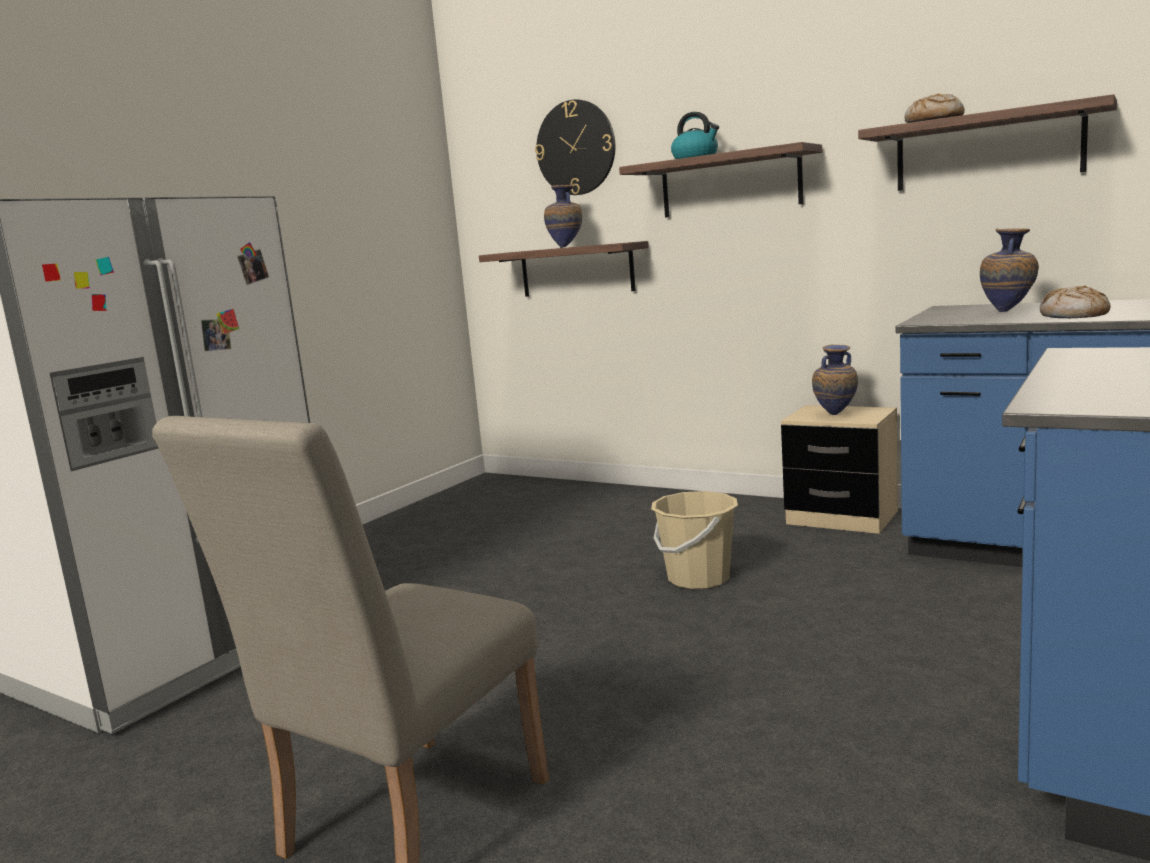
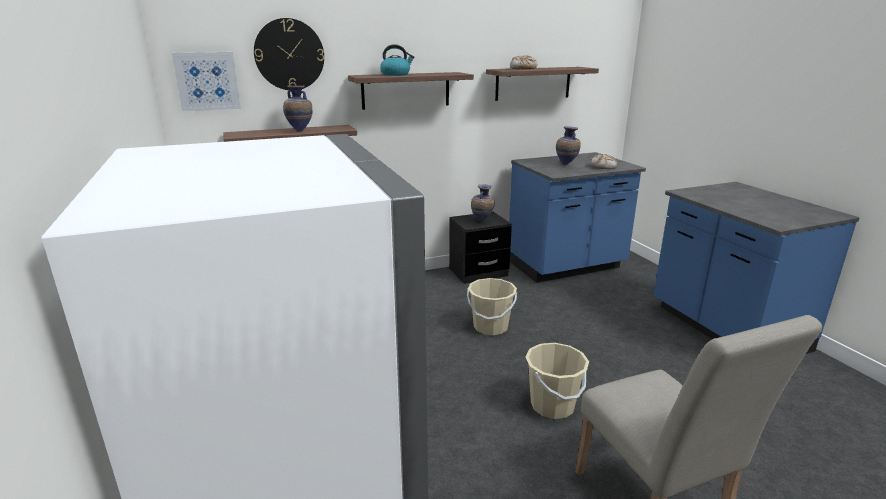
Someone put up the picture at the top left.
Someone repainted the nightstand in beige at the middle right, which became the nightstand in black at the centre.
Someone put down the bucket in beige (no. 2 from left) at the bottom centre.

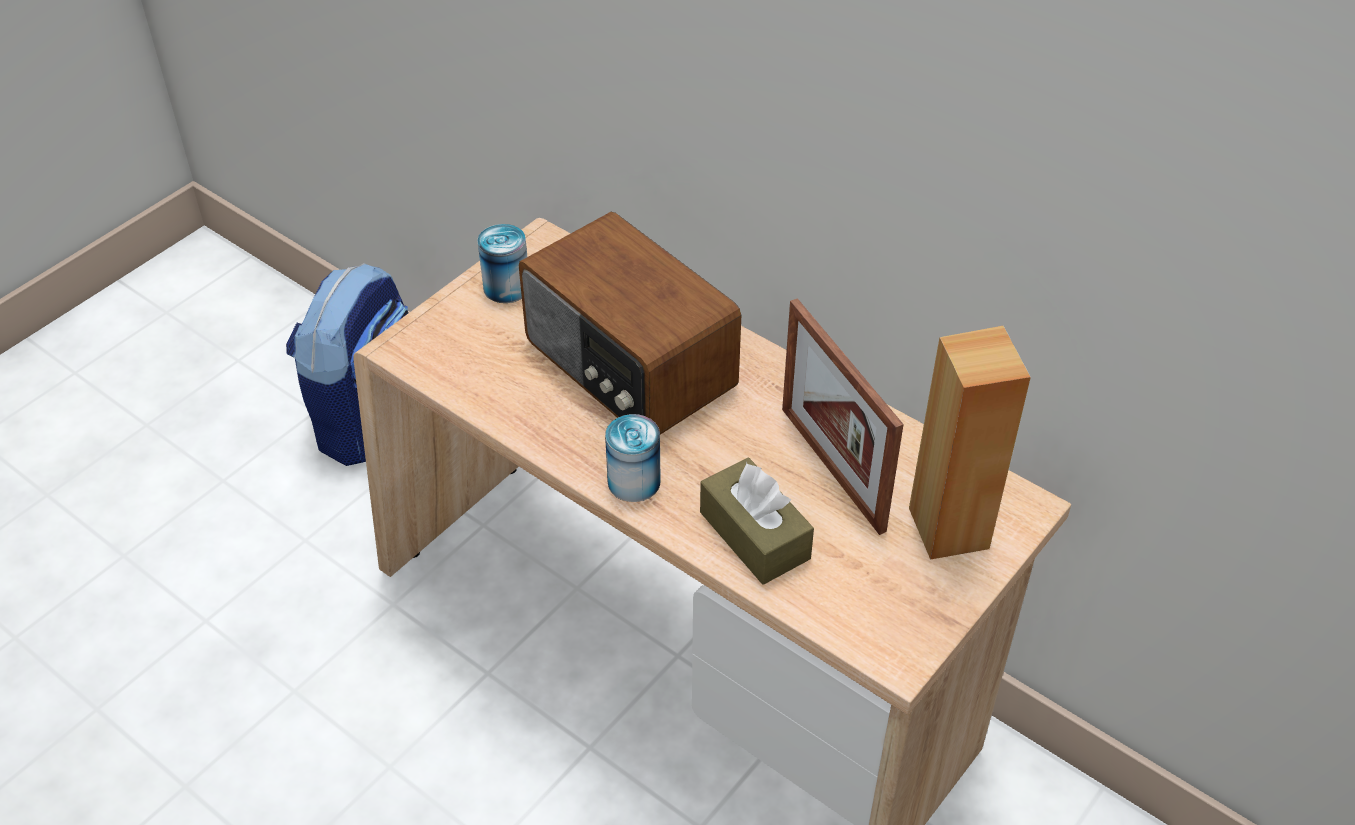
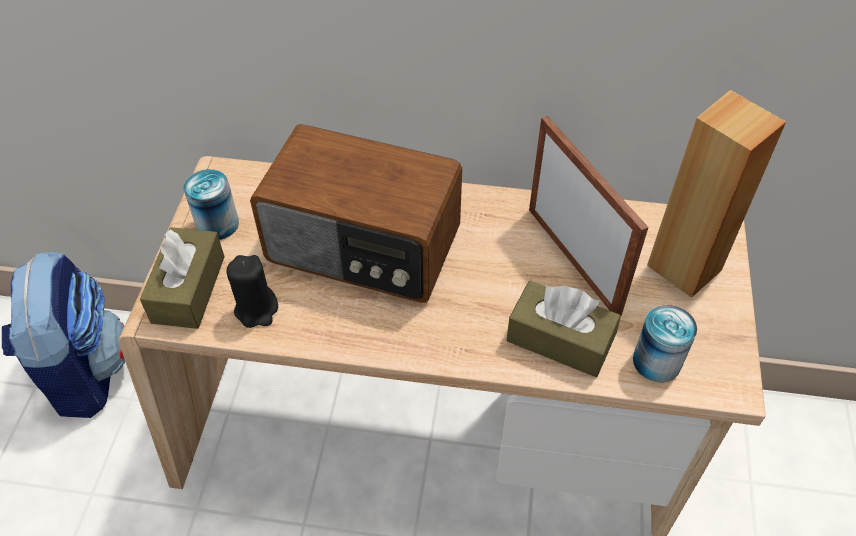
Someone put down the tissue box in brown (no. 1 from left) at the middle left.
Someone put down the candle in black at the middle left.
Someone rotated the picture frame at the centre by 150 degrees counterclockwise.
Someone carried the can (no. 2 from left) from the centre to the middle right.

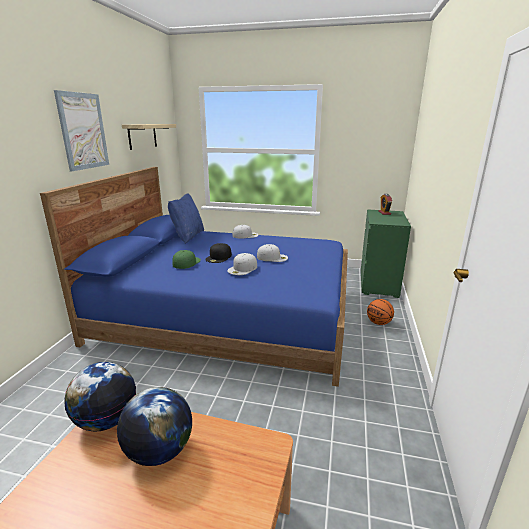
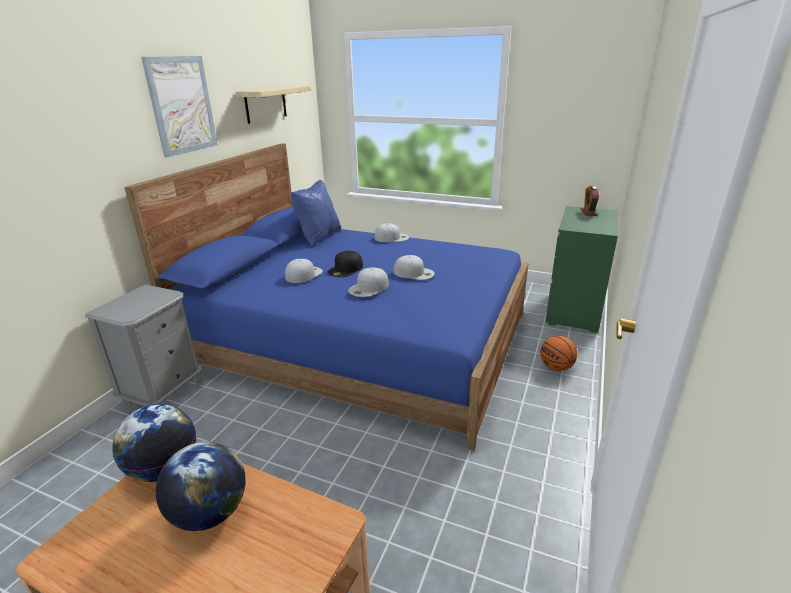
Someone put down the nightstand in grey at the middle left.
Someone repainted the cap in green at the centre, which became the cap in white (no. 1 from left) at the centre.

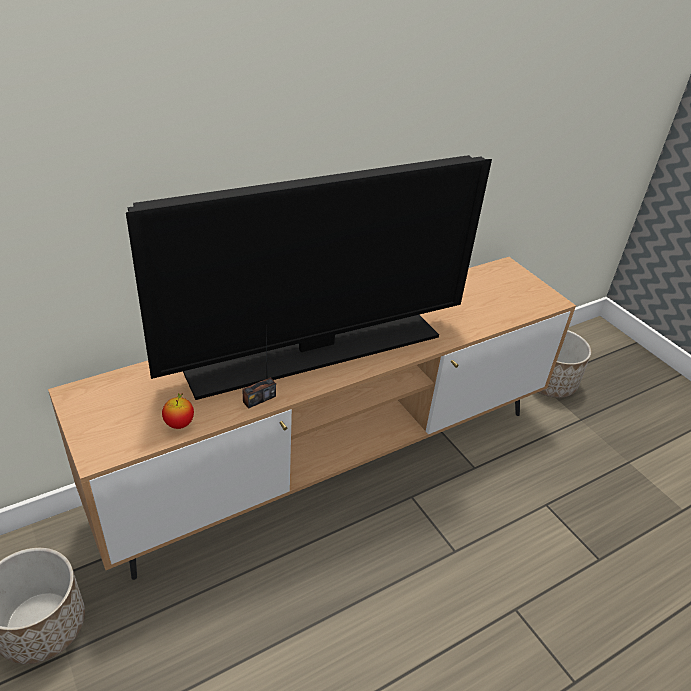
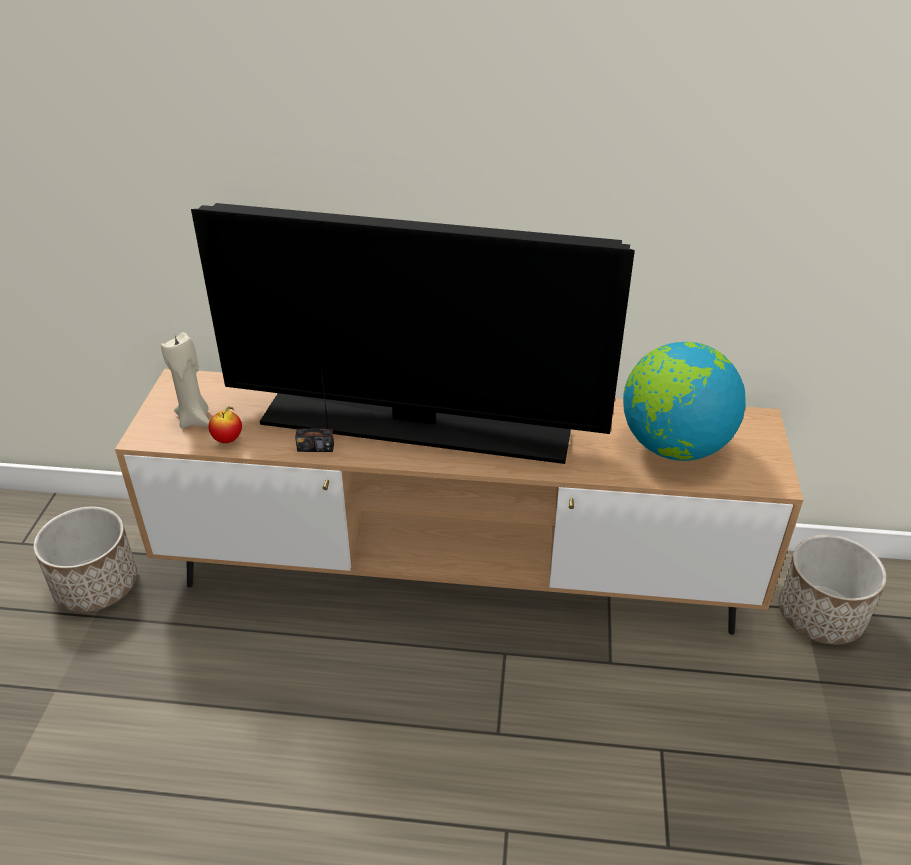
Someone put down the candle in beige at the middle left.
Someone put down the globe at the middle right.

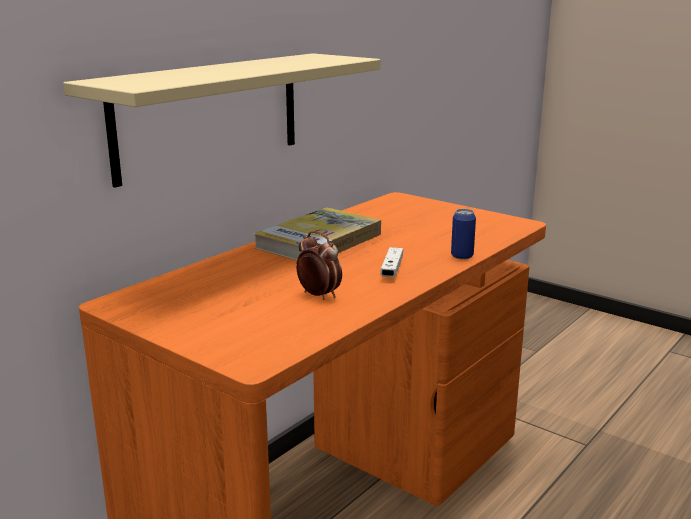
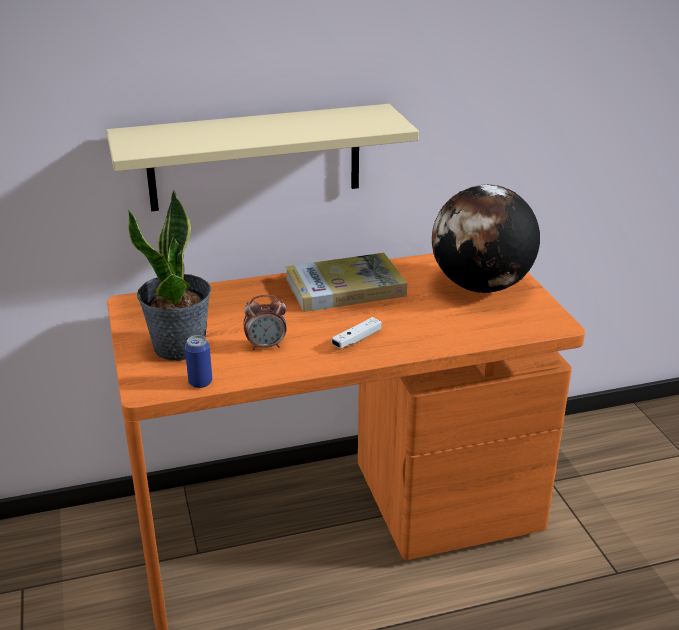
Someone put down the potted plant at the middle left.
Someone carried the can from the middle right to the middle left.
Someone rotated the alarm clock at the centre by 90 degrees clockwise.
Someone put down the globe at the middle right.

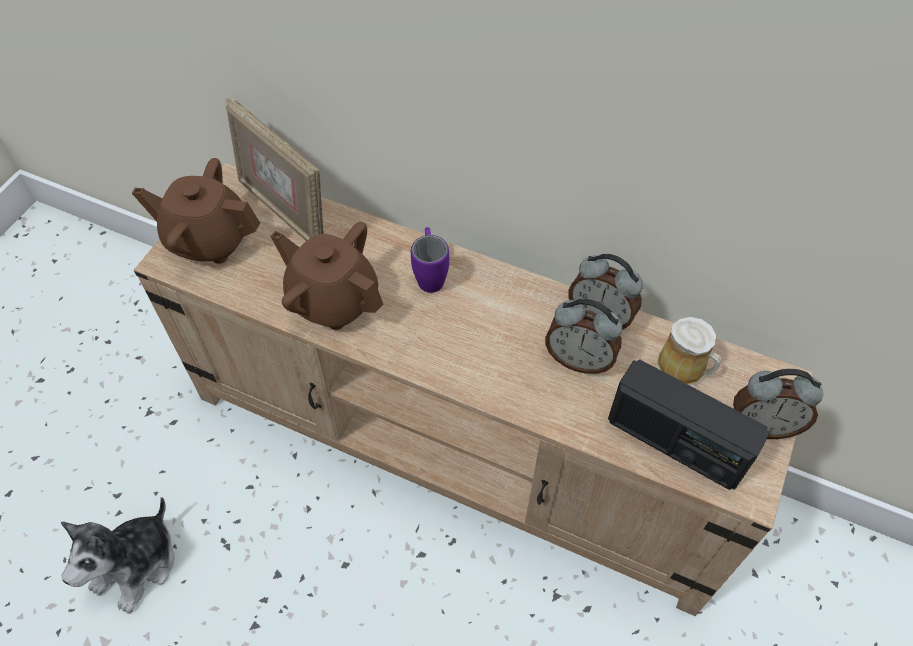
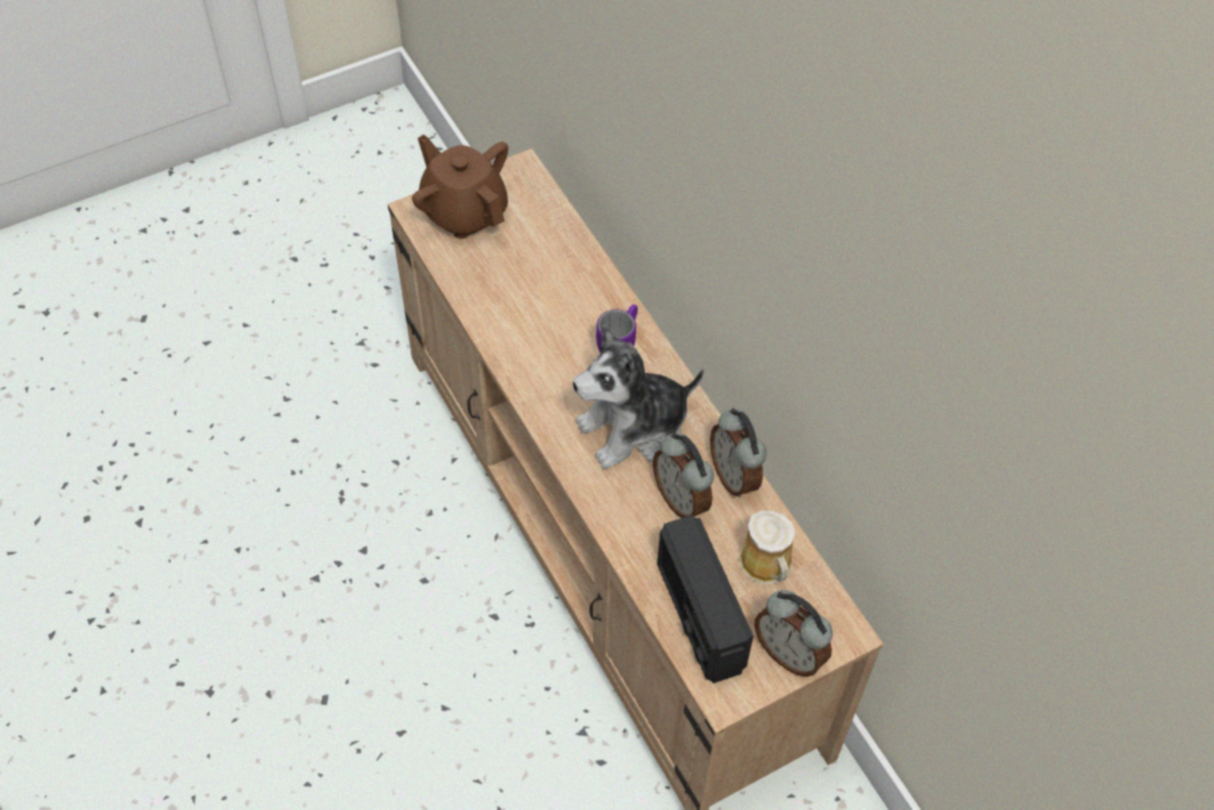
Someone carried the plush toy from the bottom left to the centre.
Someone took away the picture frame at the top left.
Someone took away the teapot in brown (no. 2 from left) at the centre.

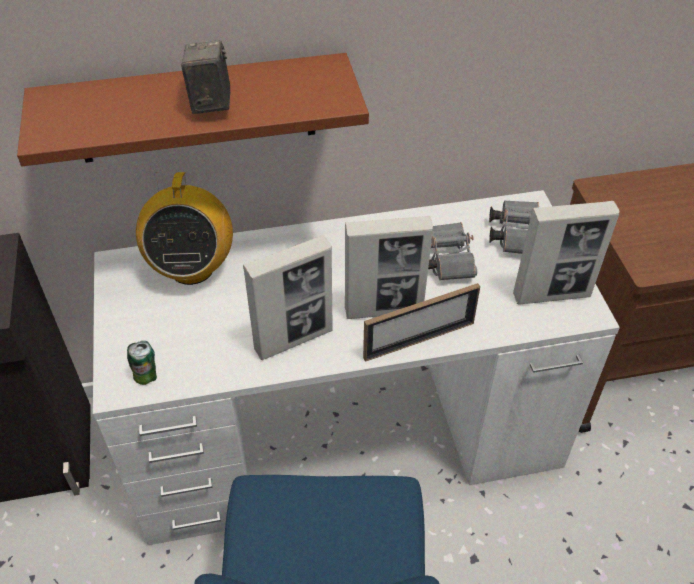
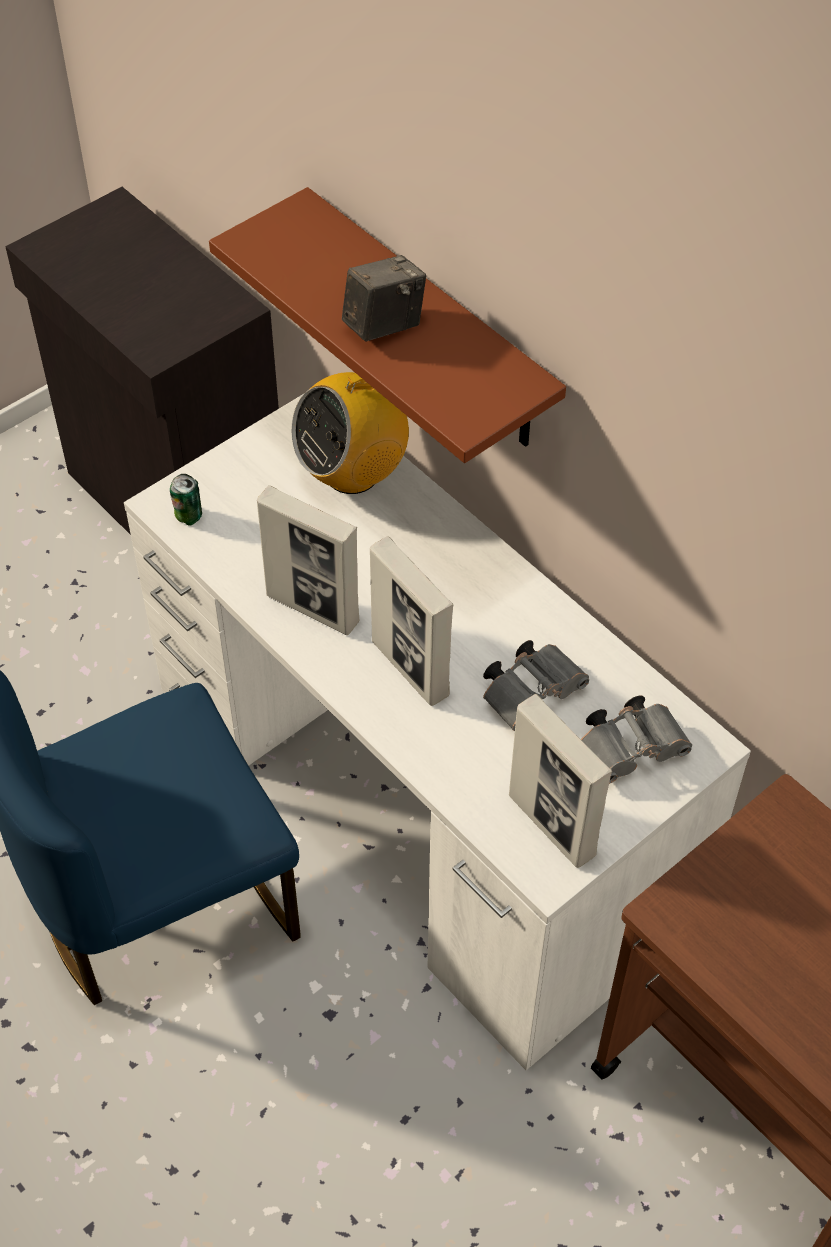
Someone took away the picture frame (no. 3 from left) at the centre.

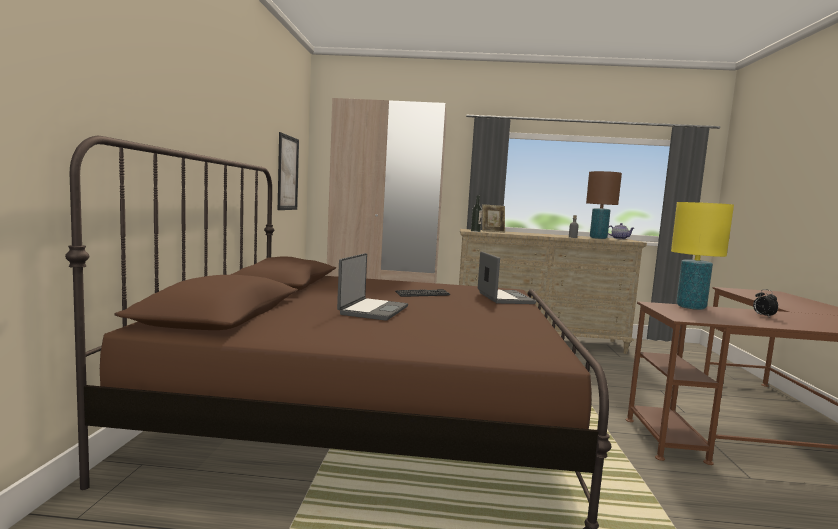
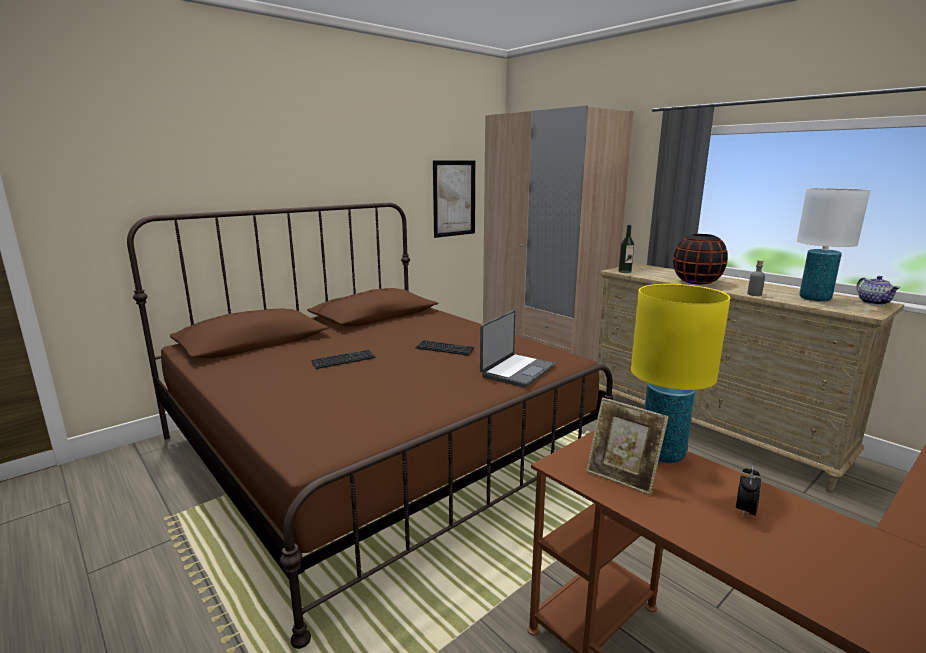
Someone swapped the laptop (no. 1 from left) at the centre for the keyboard (no. 1 from left) at the centre.
Someone carried the picture frame from the centre to the bottom right.
Someone put down the vase in black at the middle right.
Someone repainted the table lamp in brown at the middle right, which became the table lamp in white at the middle right.

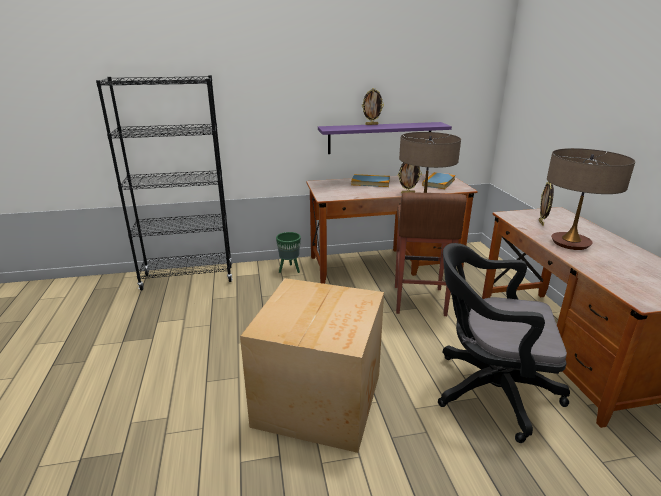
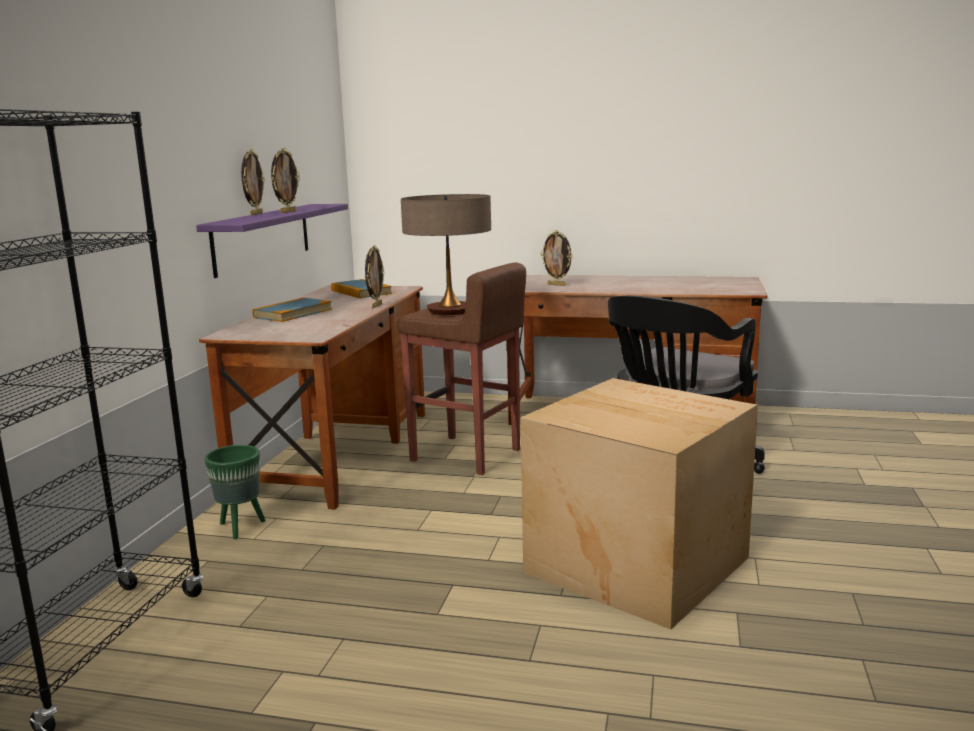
Someone put down the picture frame (no. 2 from left) at the top left.
Someone took away the table lamp (no. 2 from left) at the middle right.

